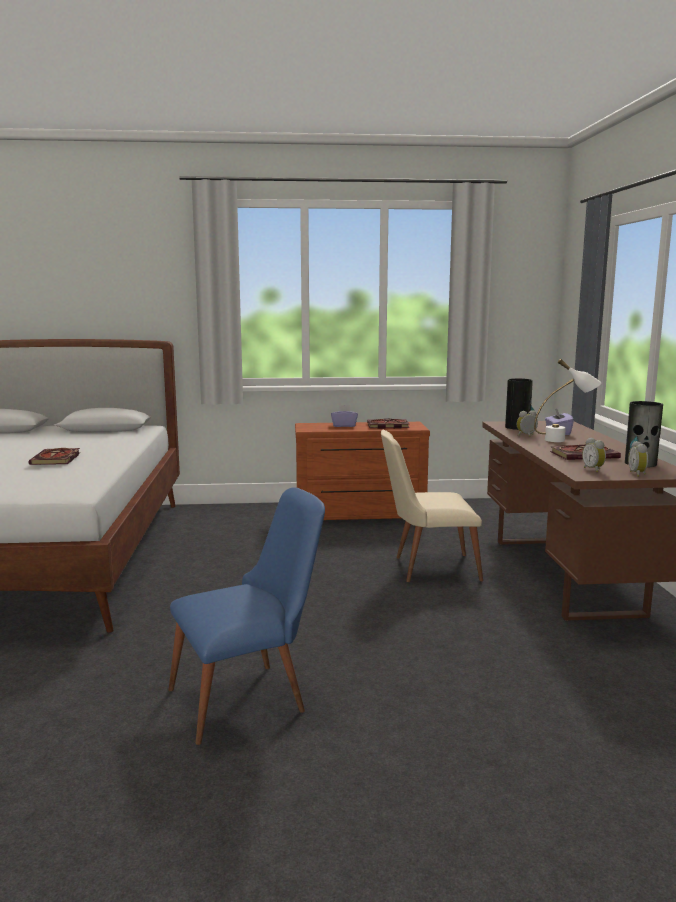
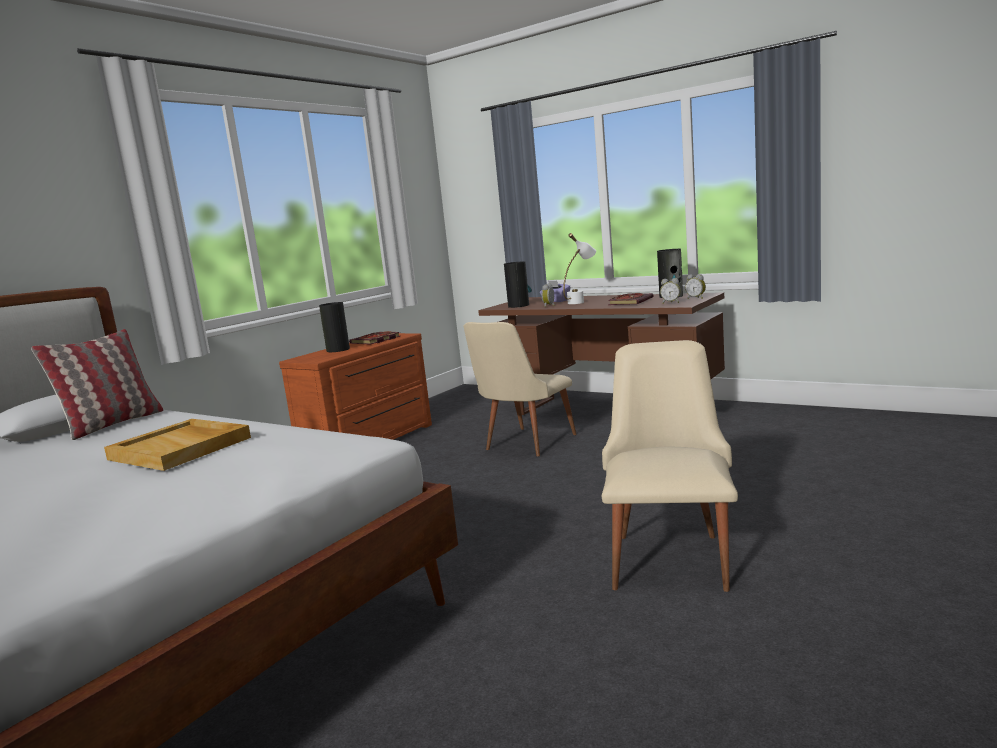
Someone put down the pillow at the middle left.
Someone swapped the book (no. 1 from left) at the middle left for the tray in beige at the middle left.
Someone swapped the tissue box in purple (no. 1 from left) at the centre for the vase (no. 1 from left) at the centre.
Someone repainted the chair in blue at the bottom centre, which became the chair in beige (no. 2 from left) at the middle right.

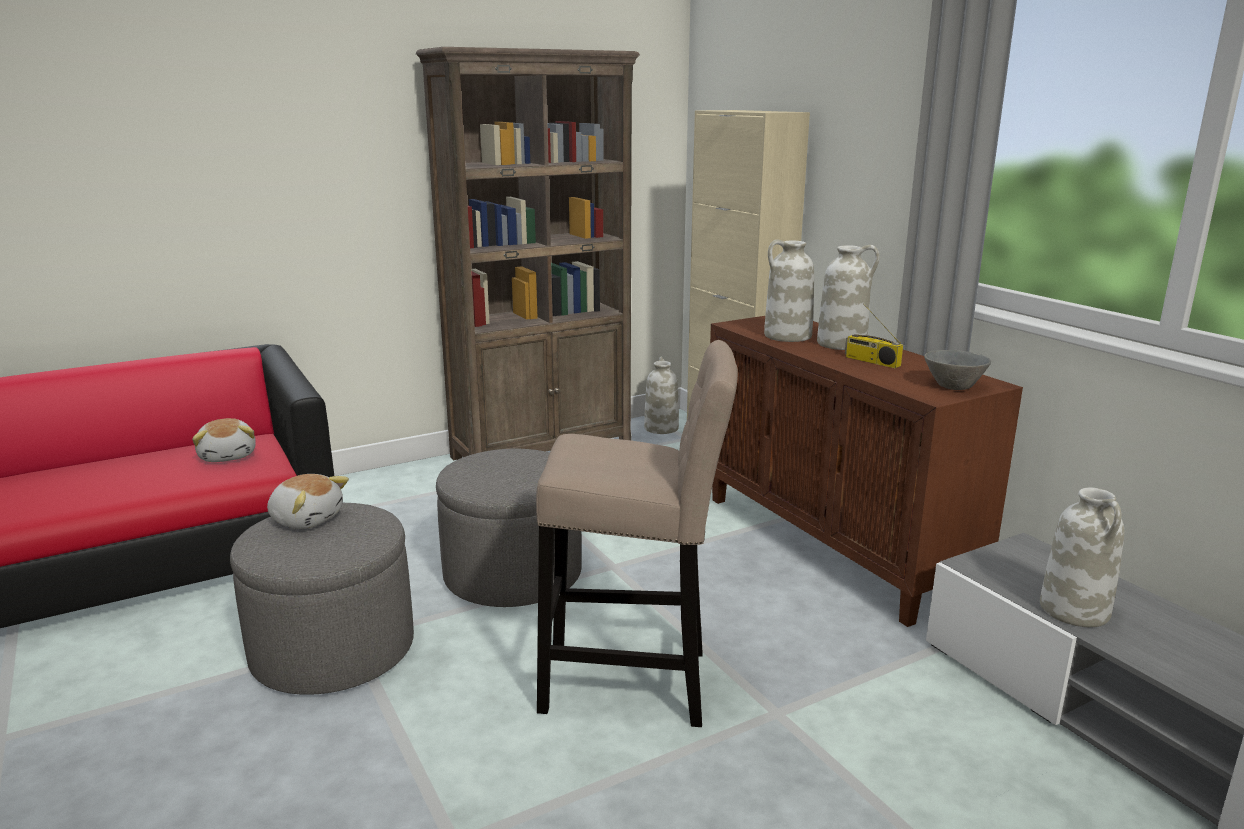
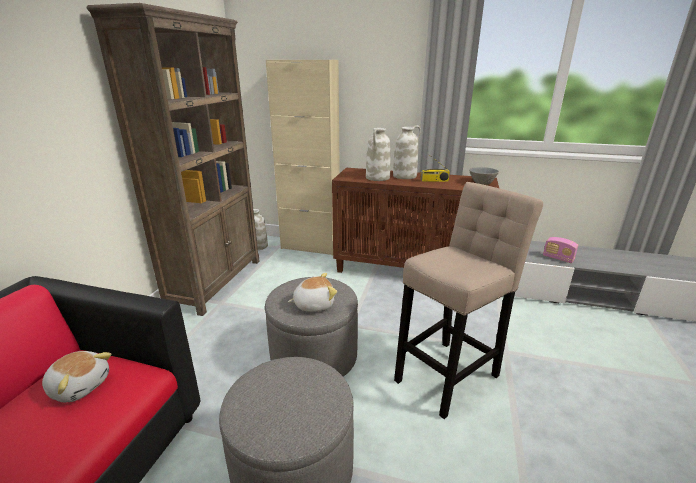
Someone carried the plush toy (no. 2 from left) from the middle left to the centre.
Someone swapped the vase in white (no. 4 from left) at the bottom right for the radio (no. 2 from left) at the middle right.

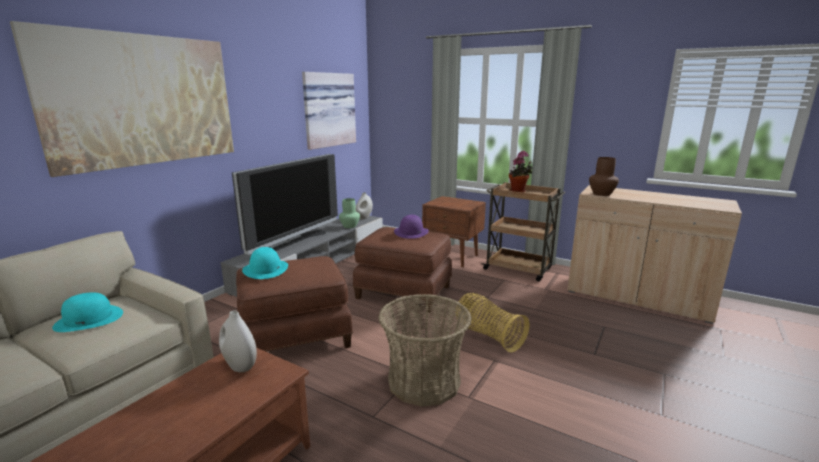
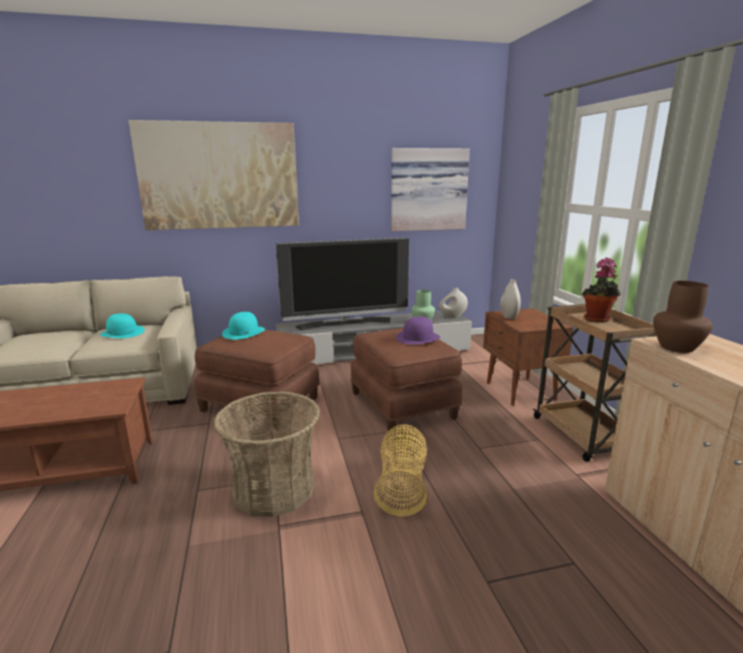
Someone carried the vase in white (no. 1 from left in the first image) from the bottom left to the middle right.

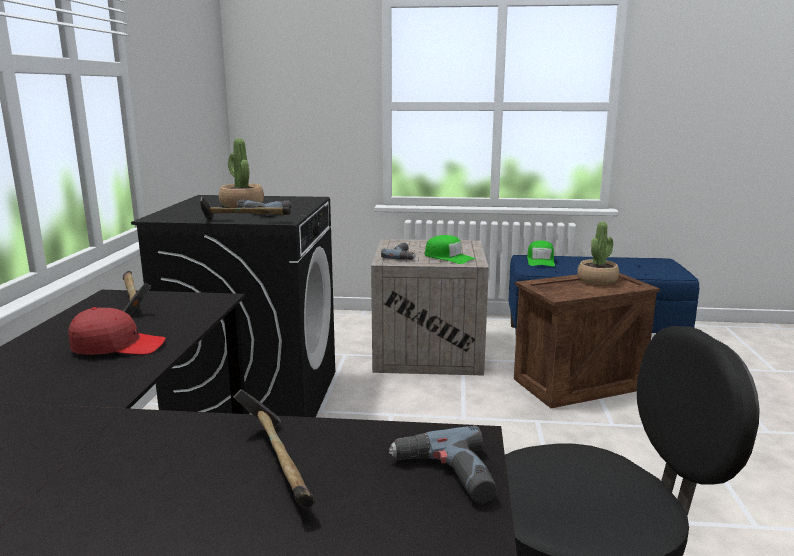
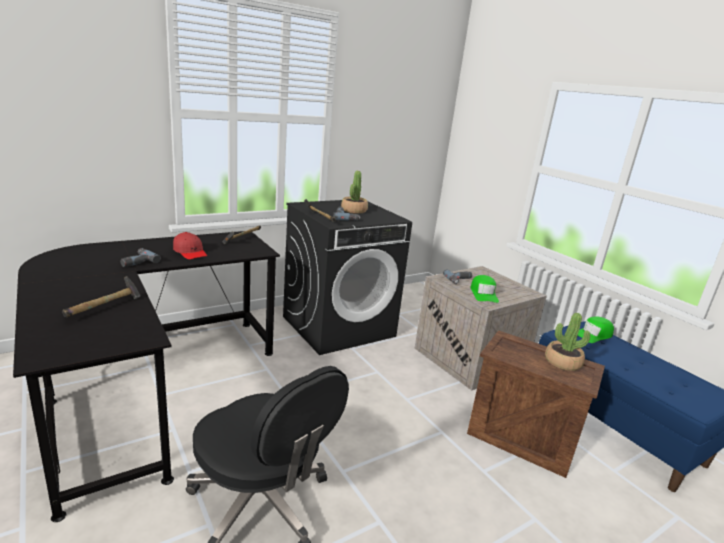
Someone carried the power drill (no. 3 from left in the first image) from the bottom centre to the middle left.

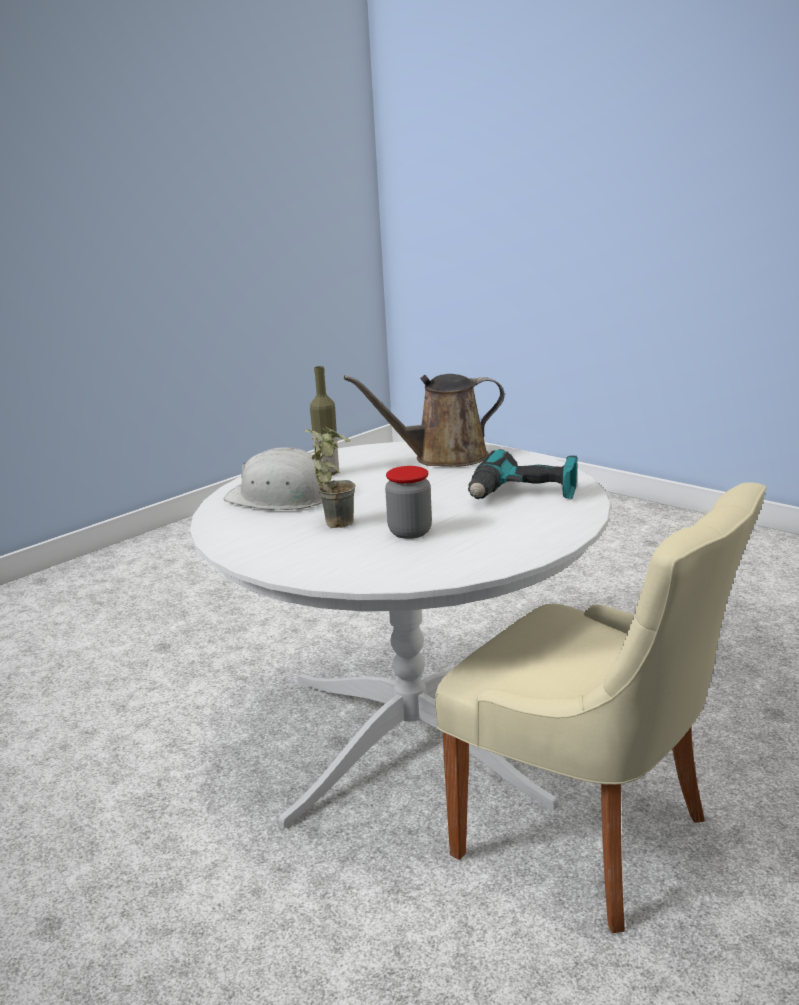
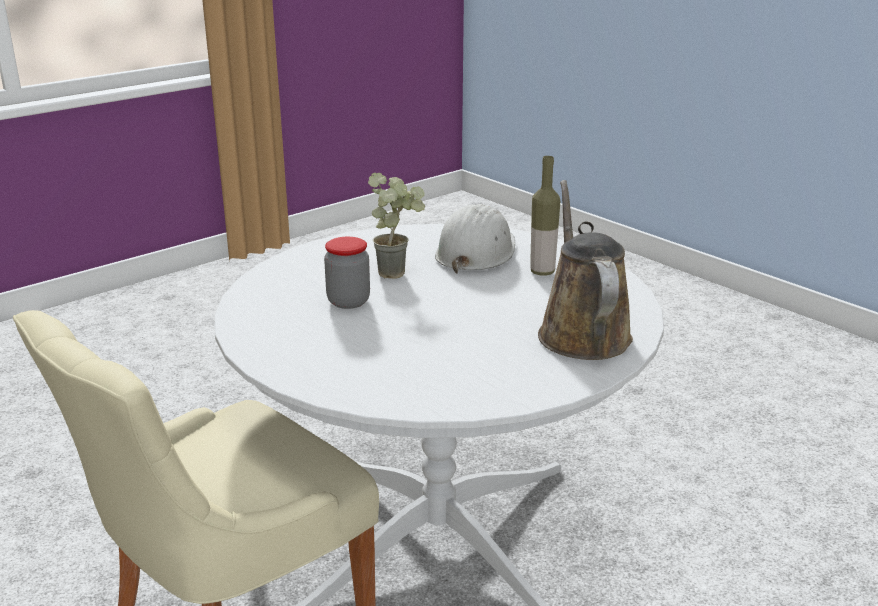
Someone took away the power drill at the centre.

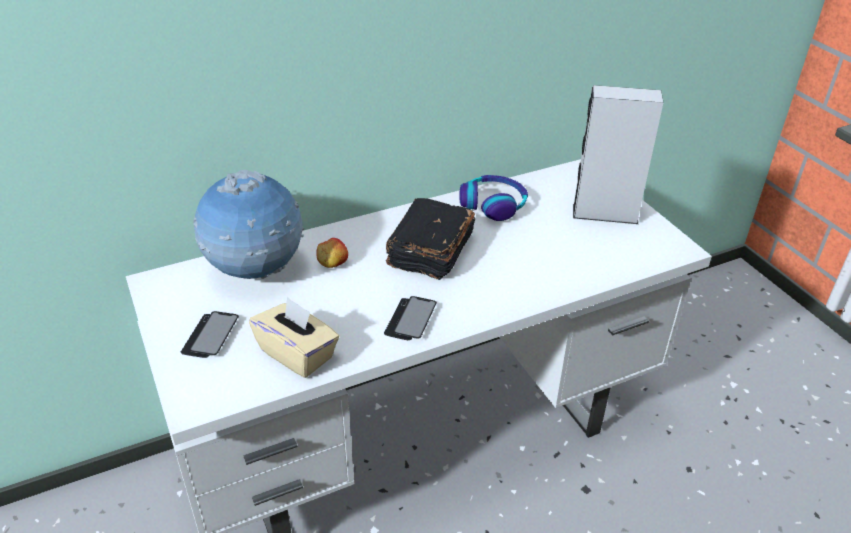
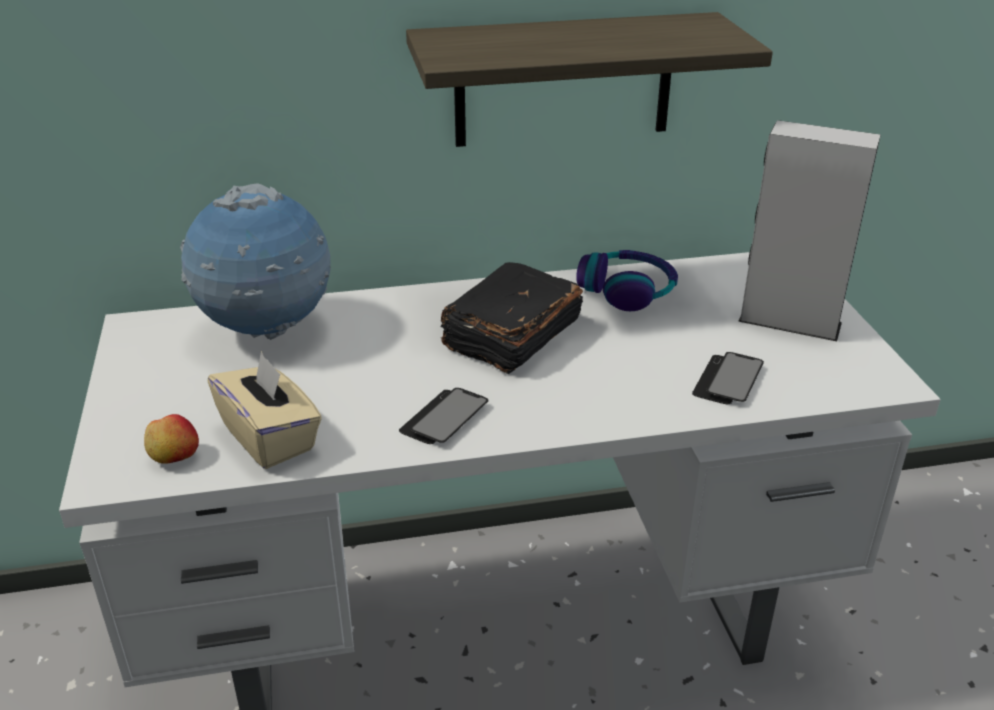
Someone carried the apple from the centre to the middle left.
Someone put up the shelf at the top centre.
Someone carried the phone (no. 1 from left in the first image) from the middle left to the middle right.

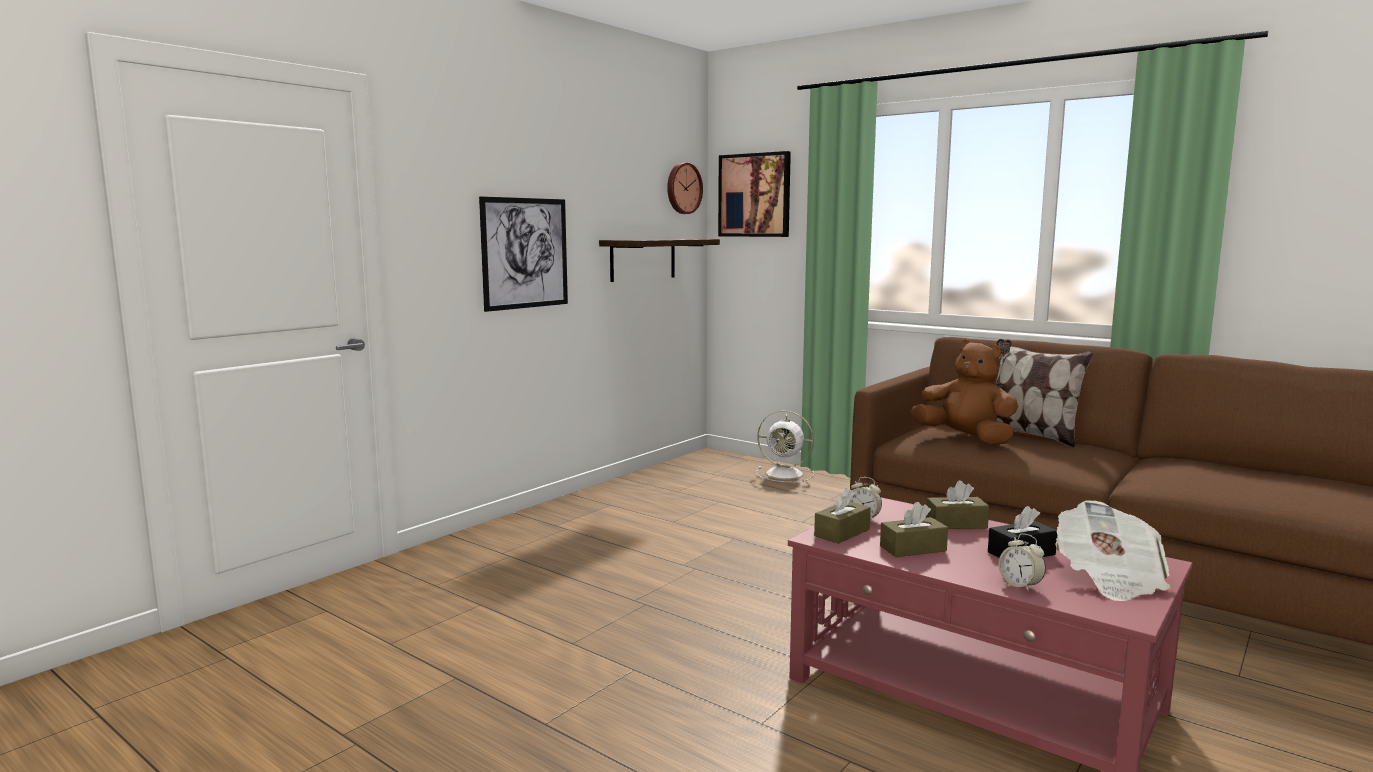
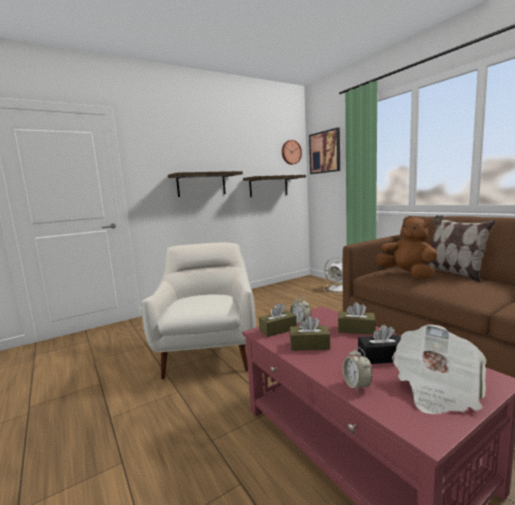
Someone put down the armchair in white at the centre.
Someone swapped the picture (no. 1 from left) at the top centre for the shelf (no. 1 from left) at the centre.

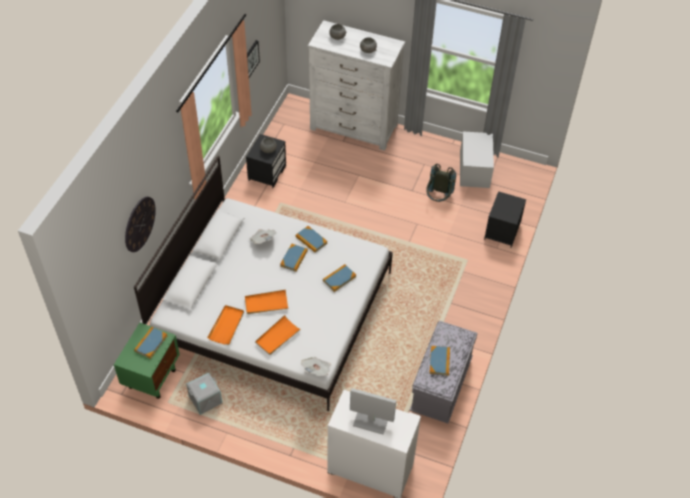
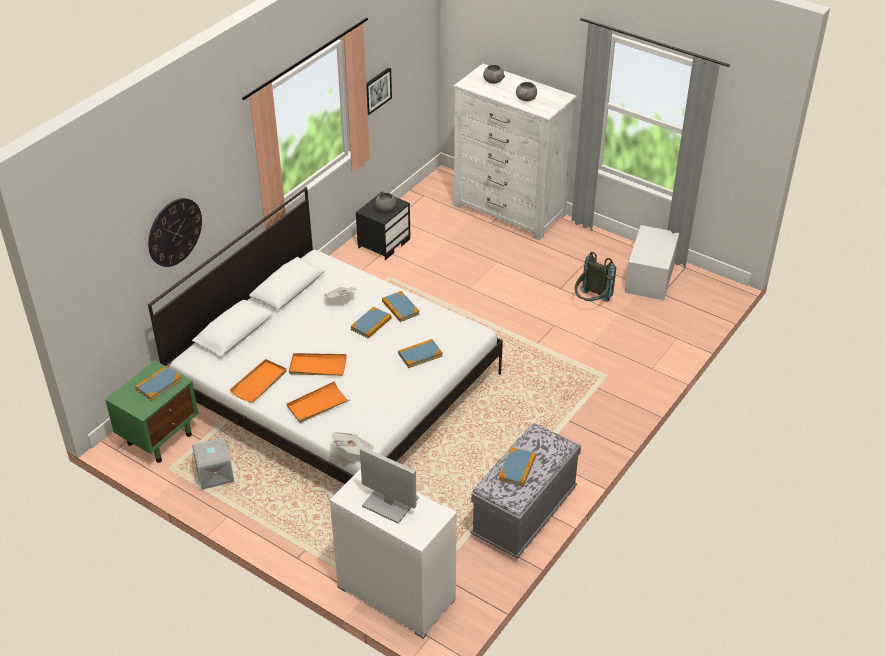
Someone took away the nightstand in black (no. 2 from left) at the middle right.

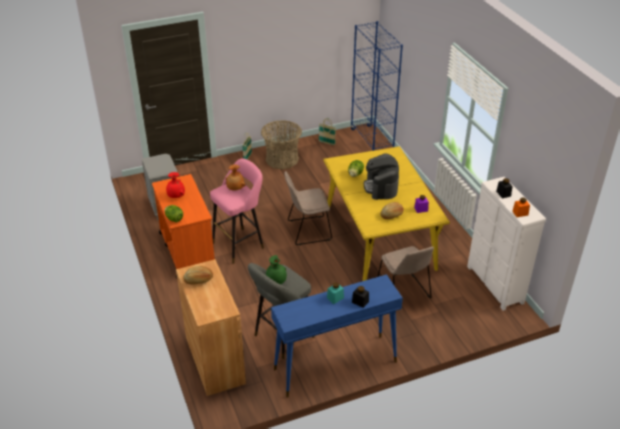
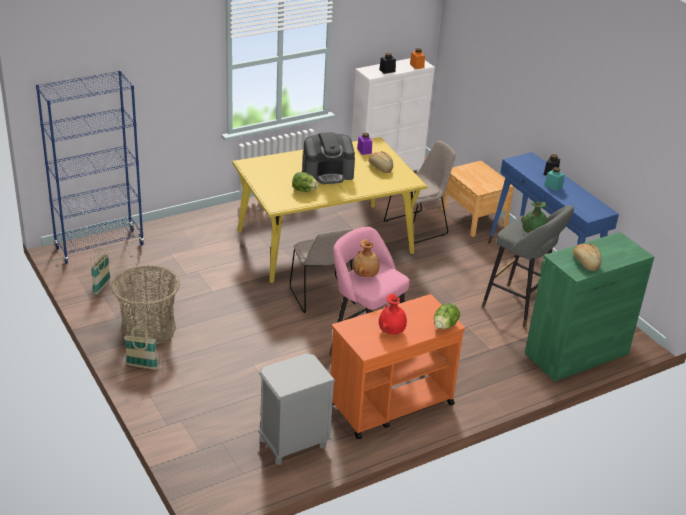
Someone put down the nightstand in brown at the middle right.
Someone repainted the cabinet in brown at the bottom centre, which became the cabinet in green at the middle right.

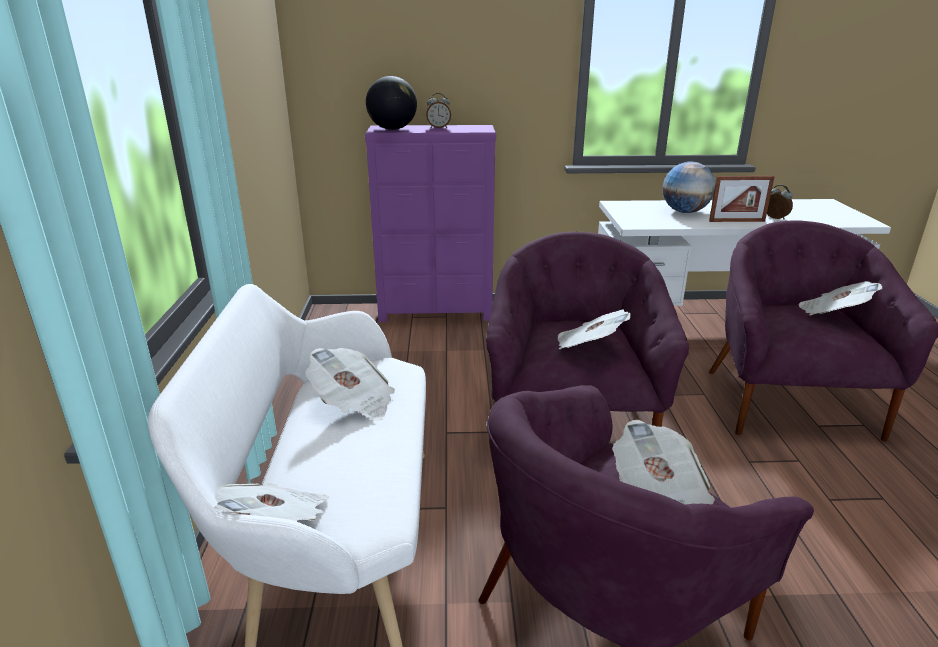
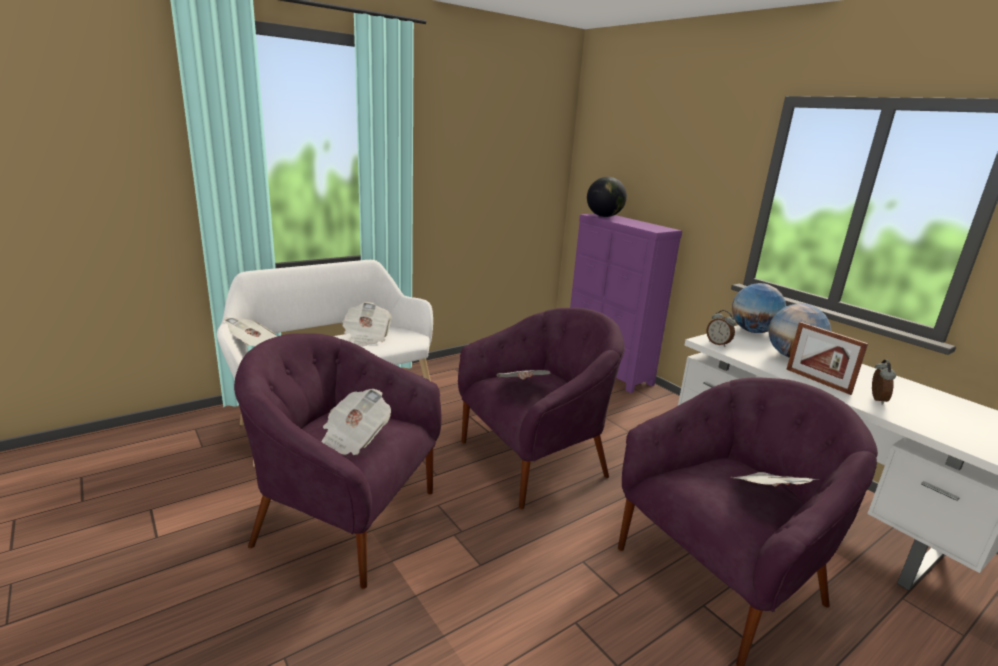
Someone carried the alarm clock (no. 1 from left) from the top centre to the middle right.
Someone put down the globe (no. 2 from left) at the middle right.

